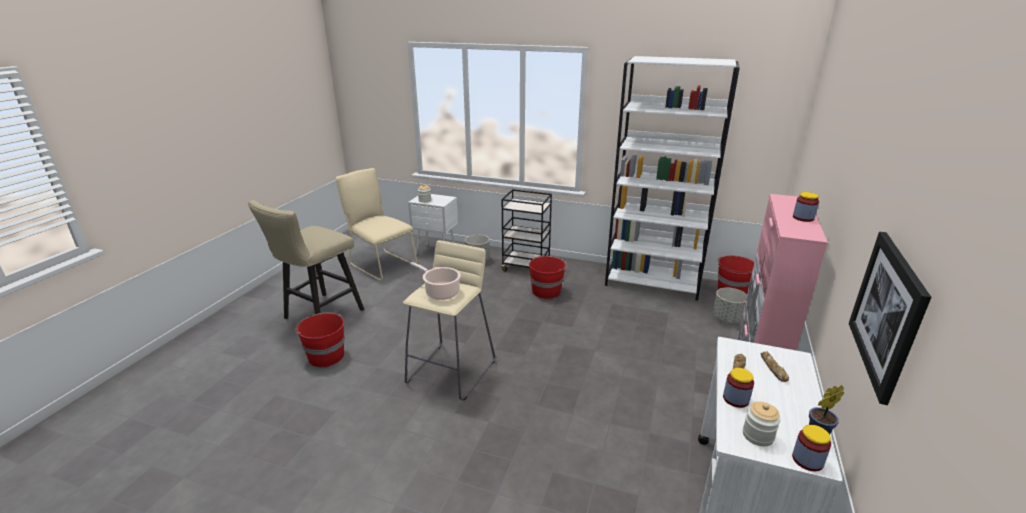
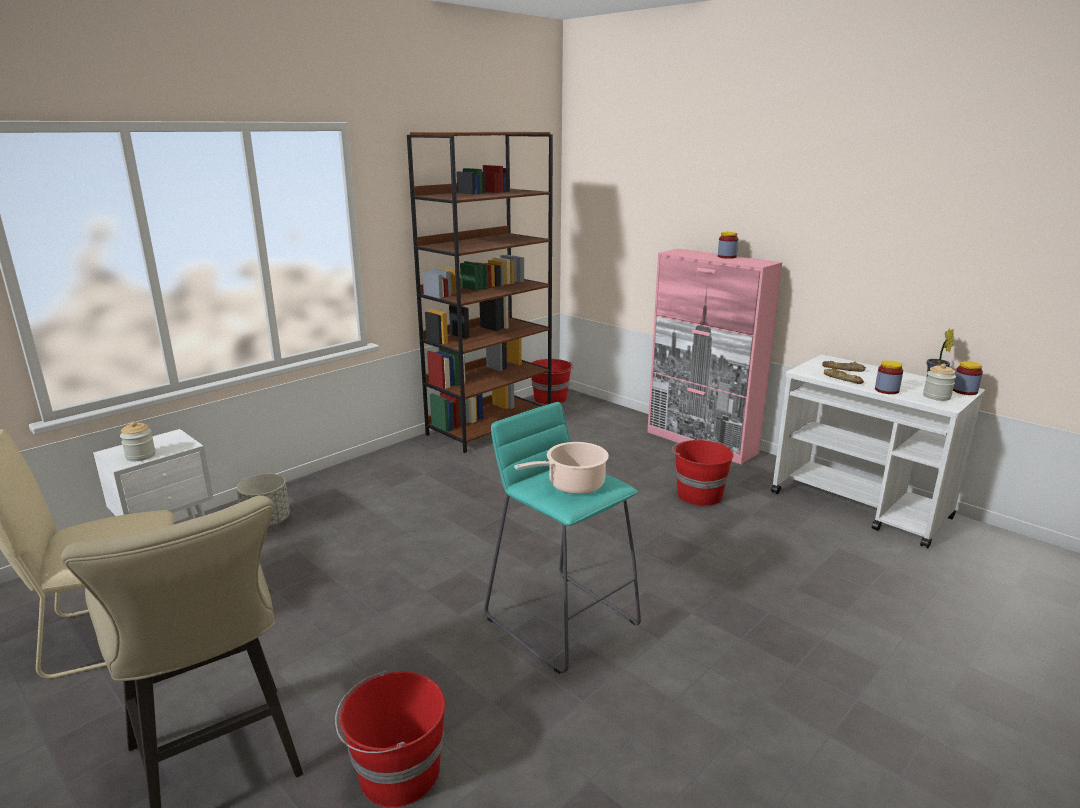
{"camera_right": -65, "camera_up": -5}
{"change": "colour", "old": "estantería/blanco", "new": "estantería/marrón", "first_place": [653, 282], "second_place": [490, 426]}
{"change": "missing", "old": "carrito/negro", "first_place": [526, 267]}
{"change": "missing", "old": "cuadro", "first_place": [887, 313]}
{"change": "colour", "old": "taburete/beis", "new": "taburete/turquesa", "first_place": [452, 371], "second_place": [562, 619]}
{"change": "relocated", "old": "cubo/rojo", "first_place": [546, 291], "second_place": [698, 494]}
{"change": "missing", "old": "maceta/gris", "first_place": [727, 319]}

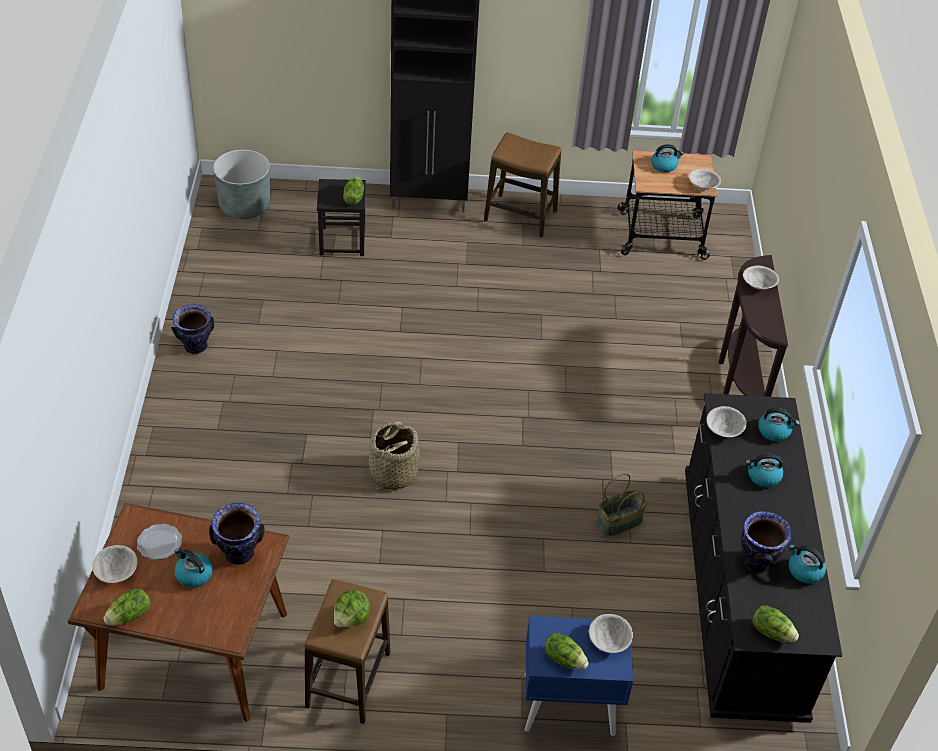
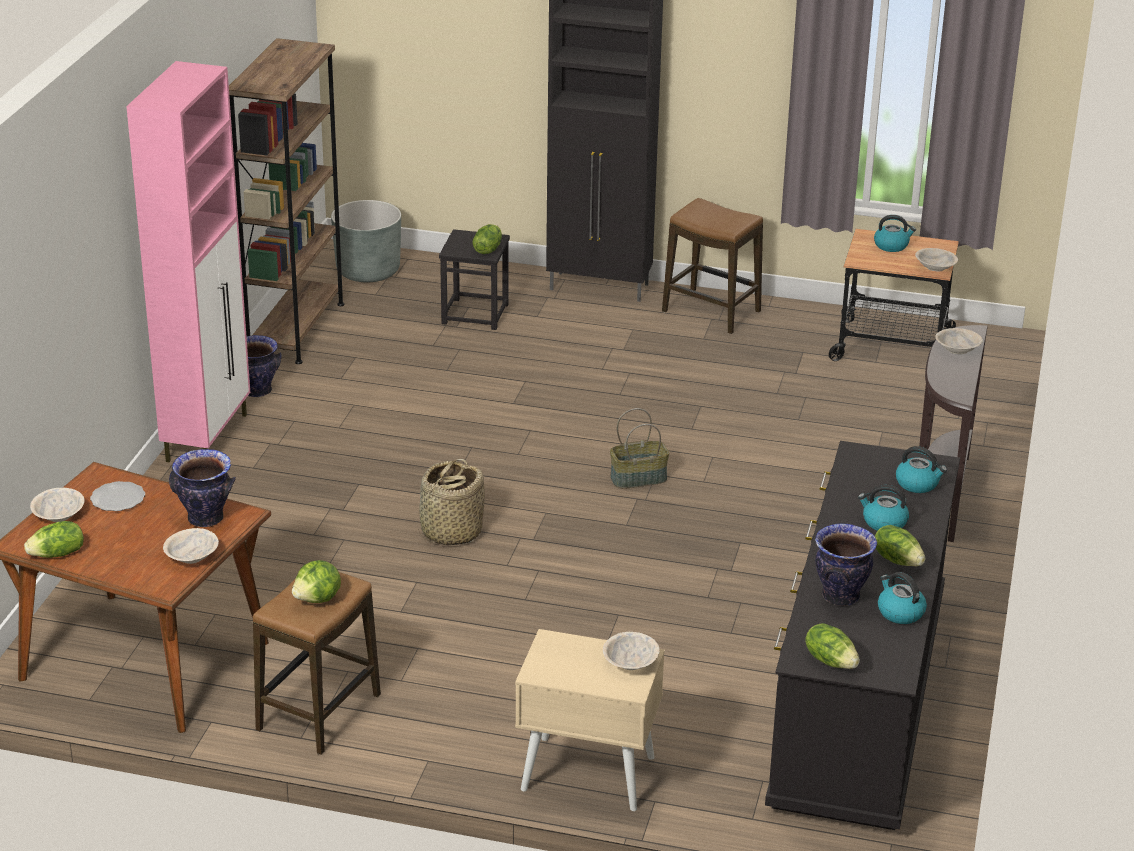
{"camera_right": 15, "camera_up": -15}
{"change": "relocated", "old": "cuenco/beis", "first_place": [724, 429], "second_place": [192, 557]}
{"change": "relocated", "old": "cesta", "first_place": [619, 521], "second_place": [638, 478]}
{"change": "missing", "old": "hervidor", "first_place": [193, 574]}
{"change": "colour", "old": "mesita de noche/azul", "new": "mesita de noche/beis", "first_place": [568, 704], "second_place": [587, 773]}
{"change": "relocated", "old": "lechuga", "first_place": [564, 658], "second_place": [898, 560]}
{"change": "appeared", "new": "estantería/marrón", "second_place": [296, 329]}
{"change": "appeared", "new": "armario/rosa", "second_place": [208, 437]}

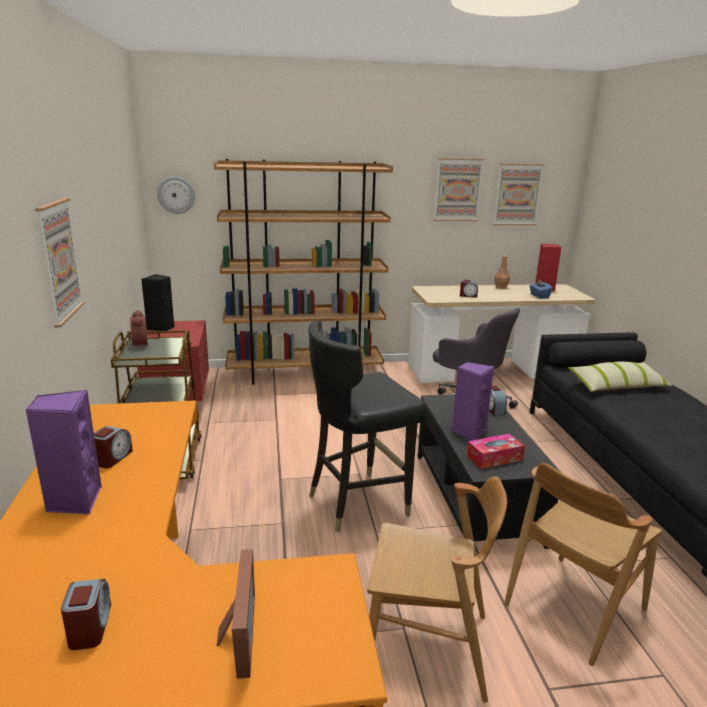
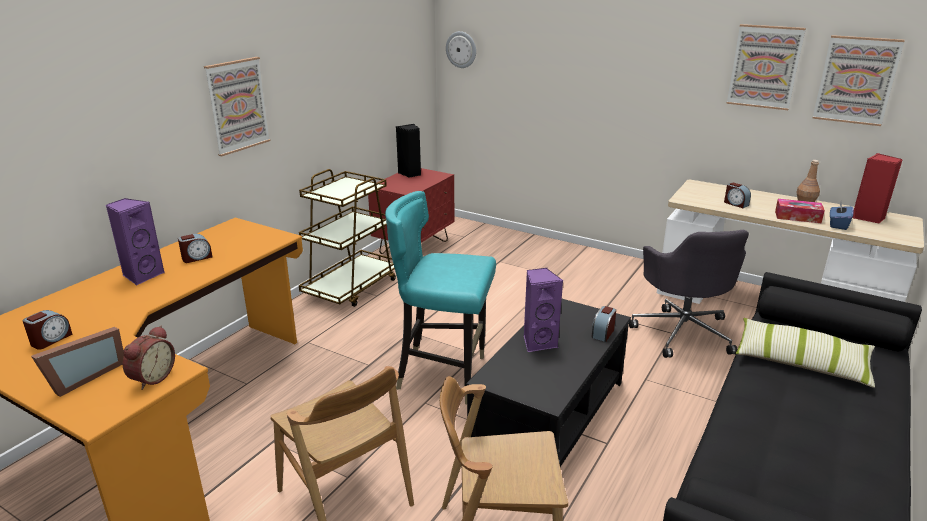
{"camera_right": 40, "camera_up": 5}
{"change": "missing", "old": "estantería/marrón", "first_place": [305, 373]}
{"change": "relocated", "old": "despertador", "first_place": [138, 344], "second_place": [151, 378]}
{"change": "colour", "old": "silla/negro", "new": "silla/turquesa", "first_place": [358, 502], "second_place": [443, 375]}
{"change": "relocated", "old": "caja de pañuelos", "first_place": [494, 458], "second_place": [797, 217]}

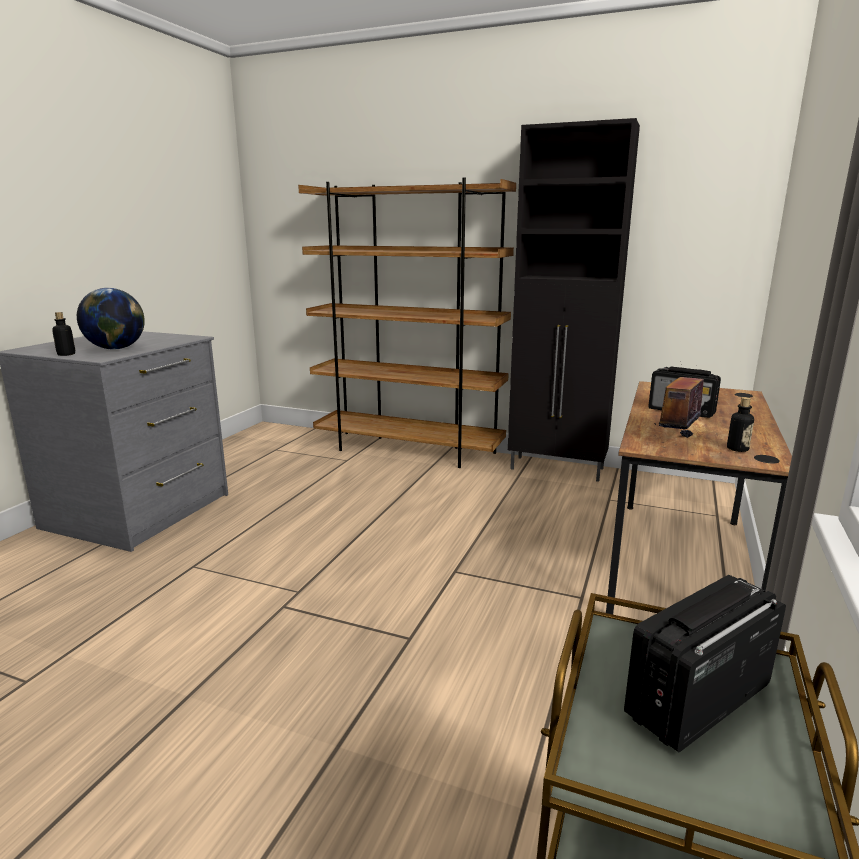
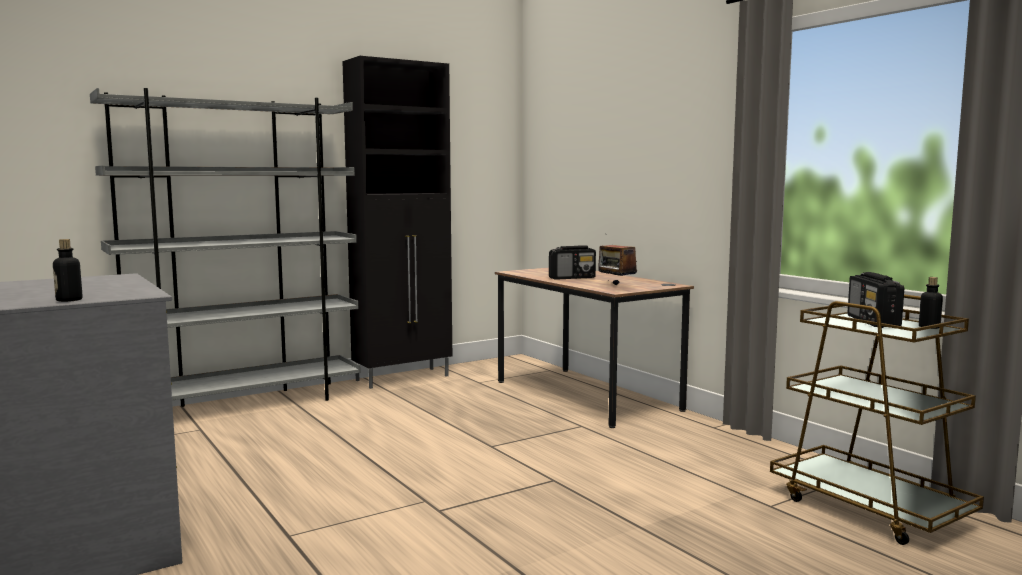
{"camera_right": -55, "camera_up": -10}
{"change": "colour", "old": "estantería/marrón", "new": "estantería/gris", "first_place": [408, 450], "second_place": [244, 404]}
{"change": "missing", "old": "globo terráqueo", "first_place": [116, 349]}
{"change": "relocated", "old": "botella", "first_place": [737, 449], "second_place": [929, 327]}

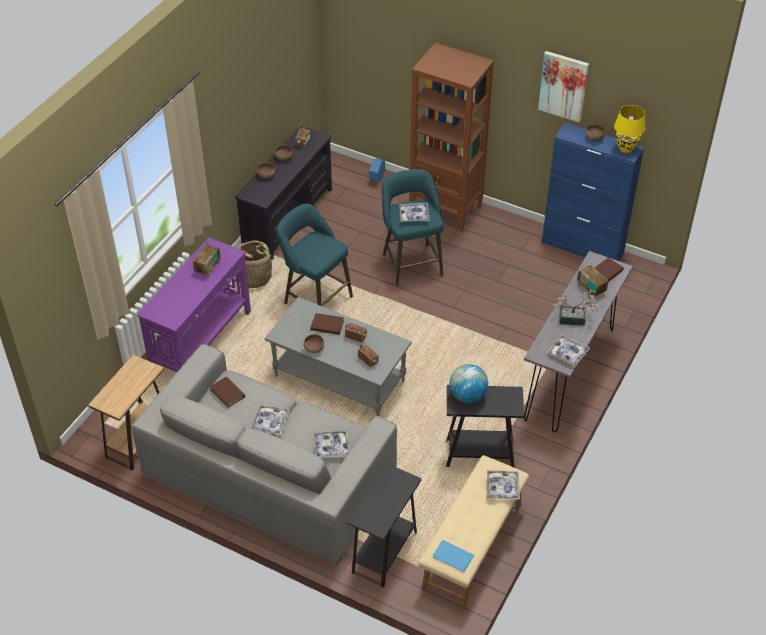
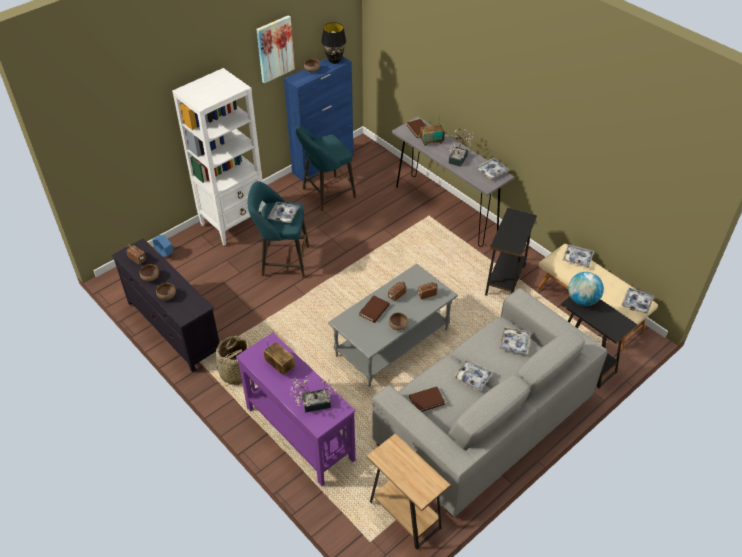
{"camera_right": -70, "camera_up": 0}
{"change": "colour", "old": "estantería/marrón", "new": "estantería/blanco", "first_place": [446, 211], "second_place": [234, 223]}
{"change": "colour", "old": "lámpara de mesa/amarillo", "new": "lámpara de mesa/negro", "first_place": [625, 149], "second_place": [334, 61]}
{"change": "relocated", "old": "taburete/turquesa", "first_place": [315, 298], "second_place": [326, 194]}
{"change": "relocated", "old": "globo terráqueo", "first_place": [467, 395], "second_place": [582, 300]}
{"change": "exchanged", "old": "libro/azul", "new": "bandeja", "first_place": [453, 557], "second_place": [636, 303]}
{"change": "appeared", "new": "planta en maceta", "second_place": [312, 403]}

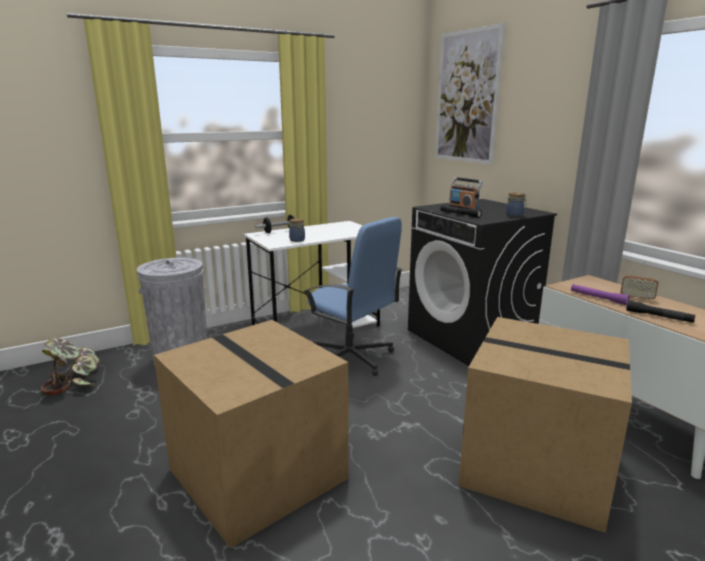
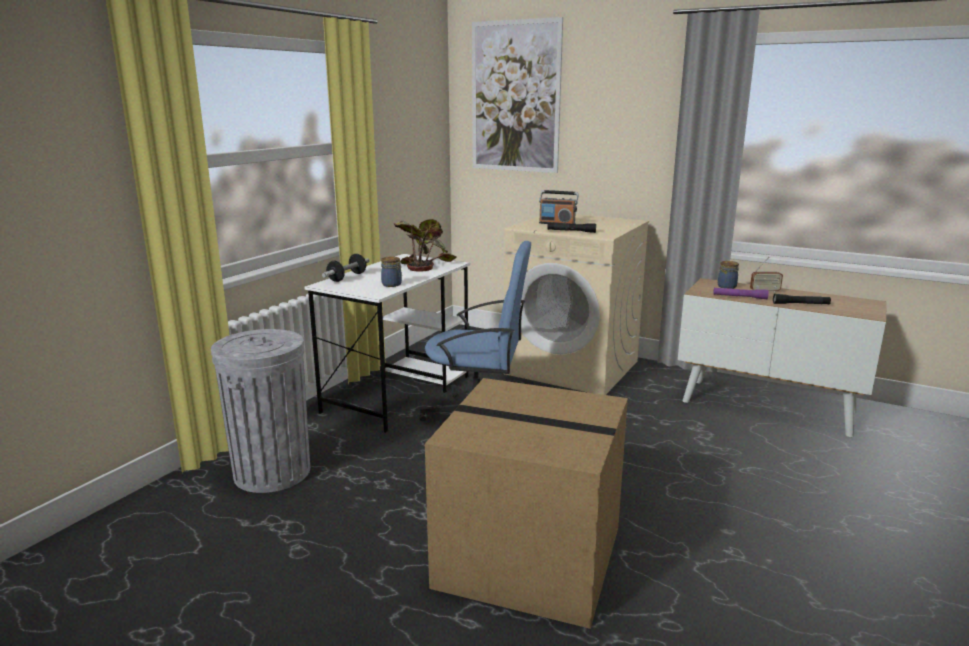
{"camera_right": -30, "camera_up": 0}
{"change": "relocated", "old": "tarro", "first_place": [515, 216], "second_place": [727, 286]}
{"change": "colour", "old": "lavadora/negro", "new": "lavadora/beis", "first_place": [471, 337], "second_place": [573, 367]}
{"change": "missing", "old": "caja de cartón", "first_place": [539, 465]}
{"change": "relocated", "old": "planta en maceta", "first_place": [74, 381], "second_place": [423, 264]}

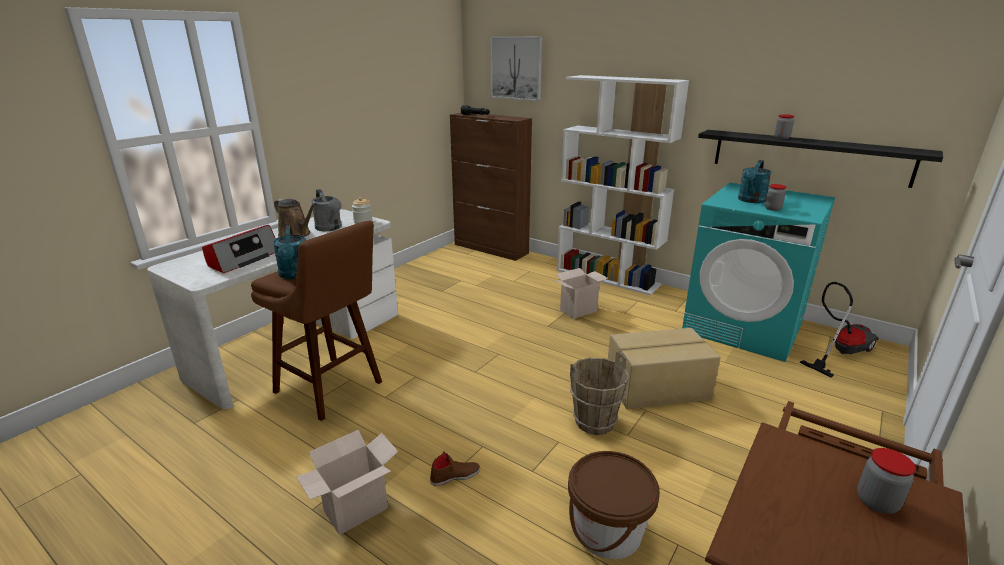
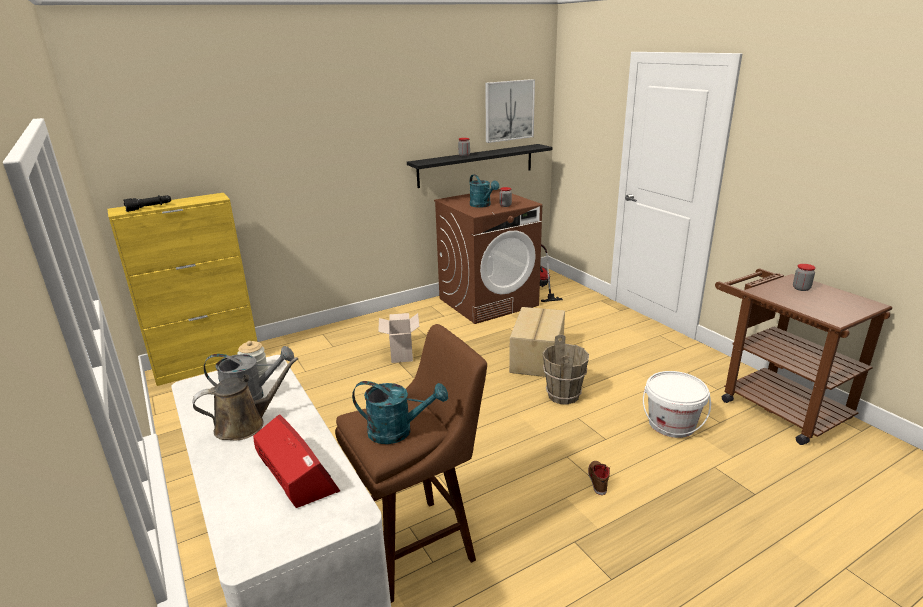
{"camera_right": -65, "camera_up": 0}
{"change": "relocated", "old": "cuadro", "first_place": [516, 68], "second_place": [509, 110]}
{"change": "missing", "old": "estantería/blanco", "first_place": [608, 277]}
{"change": "colour", "old": "armario/marrón", "new": "armario/amarillo", "first_place": [491, 249], "second_place": [208, 365]}
{"change": "colour", "old": "lavadora/turquesa", "new": "lavadora/marrón", "first_place": [743, 327], "second_place": [488, 302]}
{"change": "missing", "old": "caja de cartón", "first_place": [355, 511]}
{"change": "colour", "old": "cubo/marrón", "new": "cubo/blanco", "first_place": [607, 531], "second_place": [671, 424]}

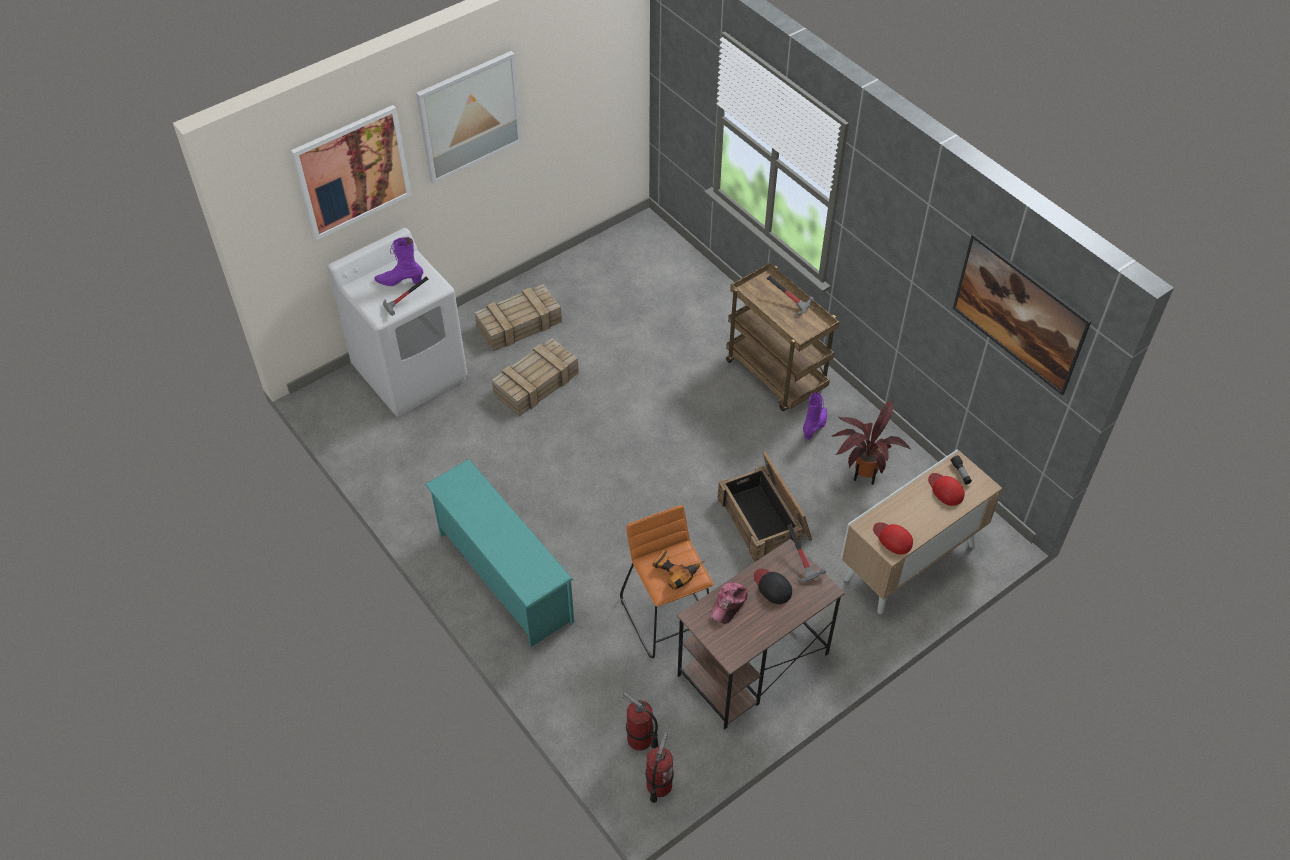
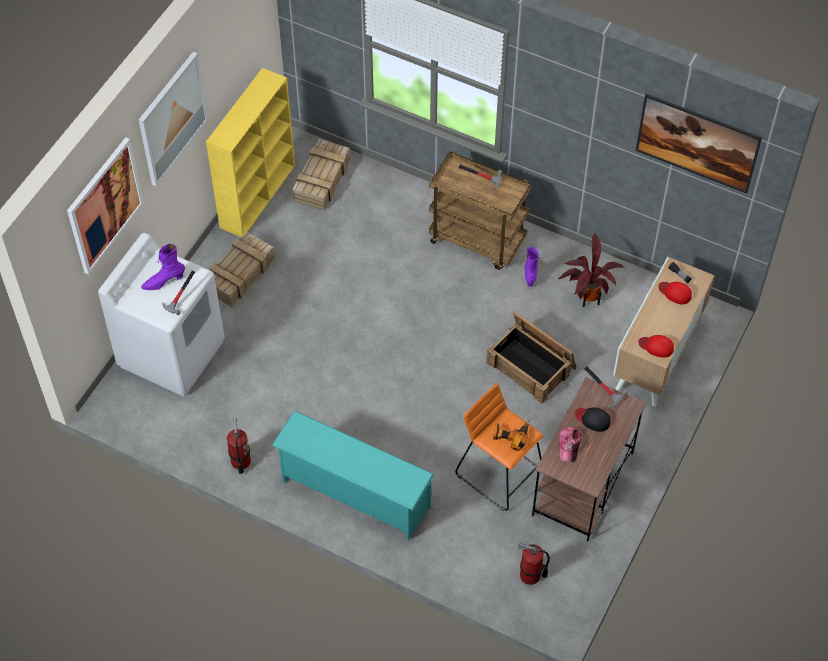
{"camera_right": -25, "camera_up": 5}
{"change": "relocated", "old": "caja de embalaje", "first_place": [537, 383], "second_place": [322, 179]}
{"change": "relocated", "old": "extintor", "first_place": [658, 785], "second_place": [240, 461]}
{"change": "appeared", "new": "estantería/amarillo", "second_place": [258, 195]}

